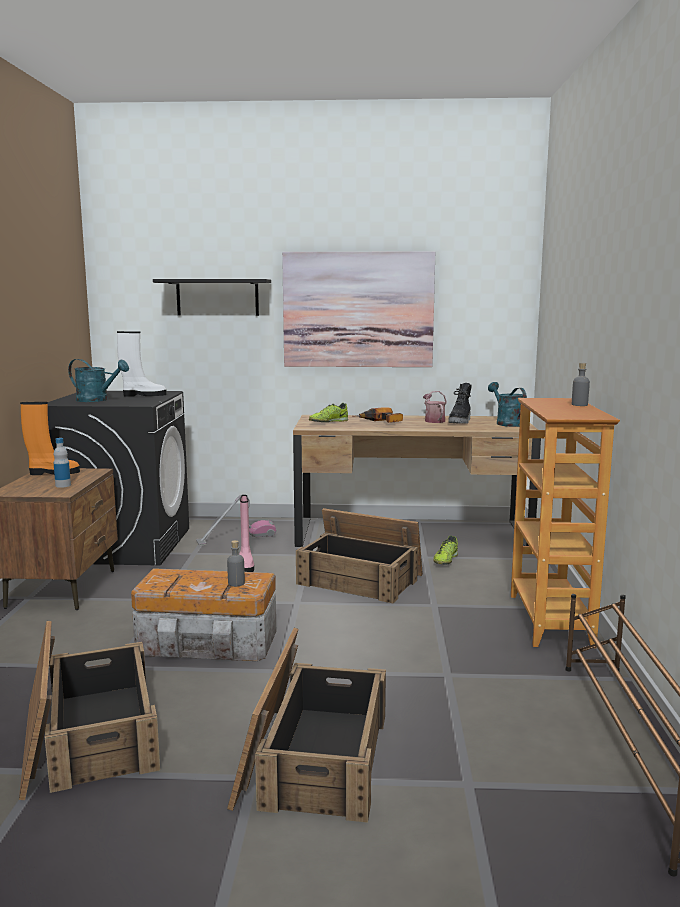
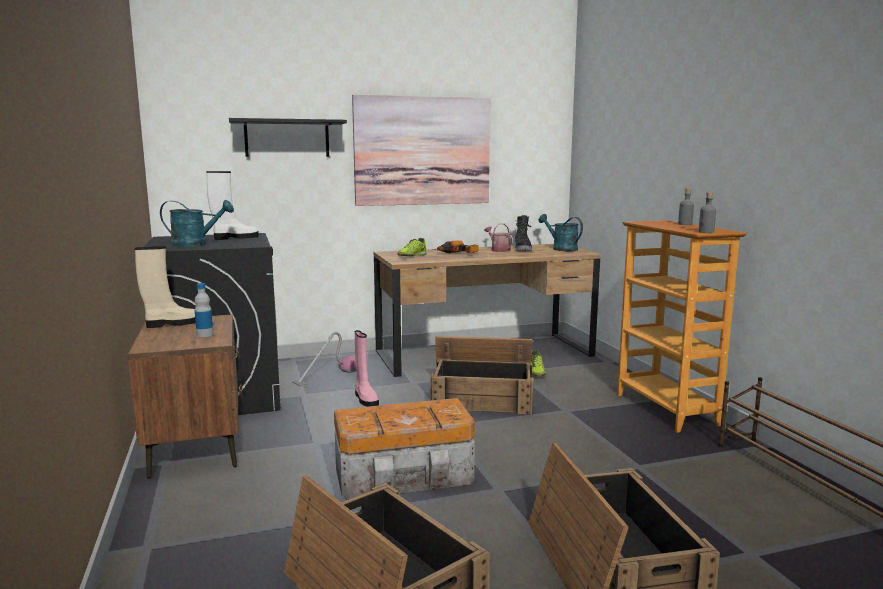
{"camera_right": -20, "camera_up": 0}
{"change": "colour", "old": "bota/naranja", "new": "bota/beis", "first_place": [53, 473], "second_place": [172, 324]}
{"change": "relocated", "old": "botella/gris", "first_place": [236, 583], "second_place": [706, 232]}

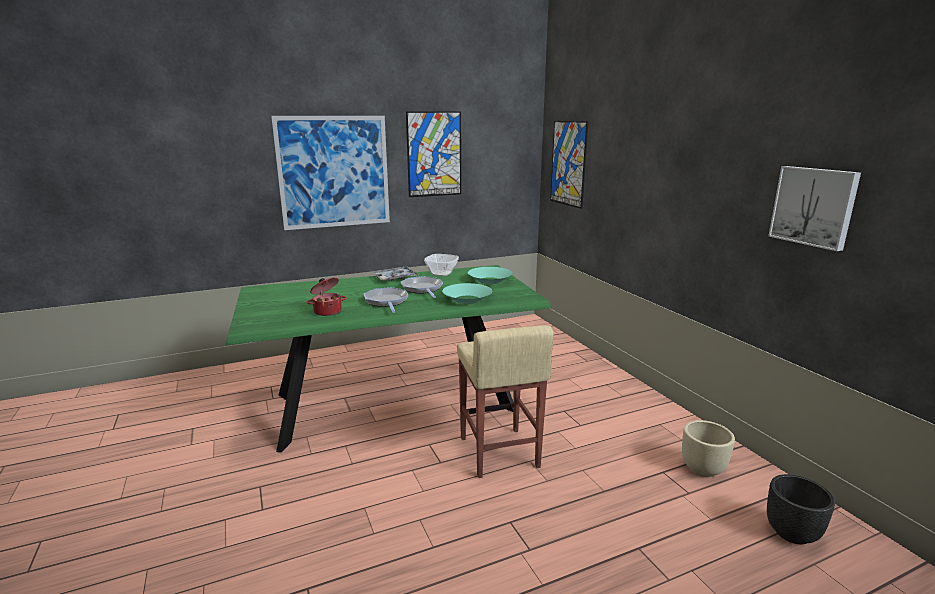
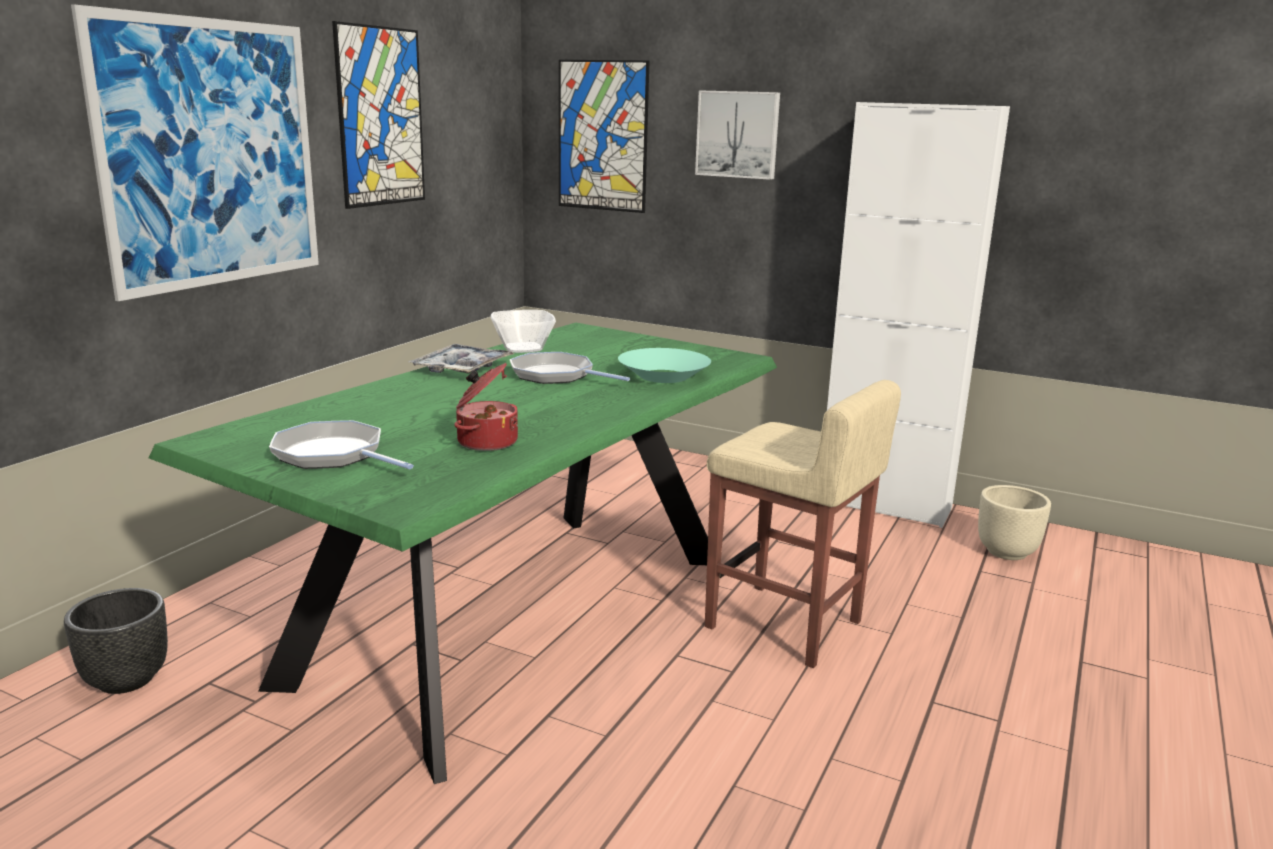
{"camera_right": -40, "camera_up": 0}
{"change": "relocated", "old": "cuadro", "first_place": [814, 206], "second_place": [738, 134]}
{"change": "missing", "old": "cuenco/turquesa", "first_place": [489, 280]}
{"change": "relocated", "old": "sartén", "first_place": [386, 302], "second_place": [333, 455]}
{"change": "relocated", "old": "maceta/negro", "first_place": [792, 533], "second_place": [127, 680]}
{"change": "appeared", "new": "armario/blanco", "second_place": [884, 505]}

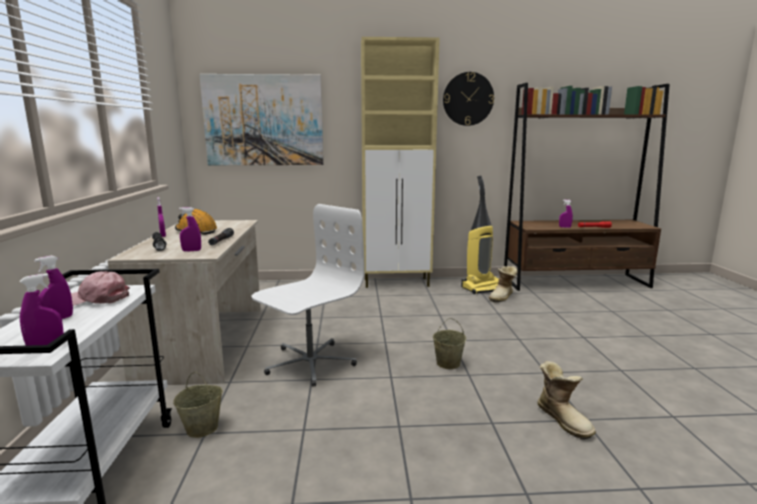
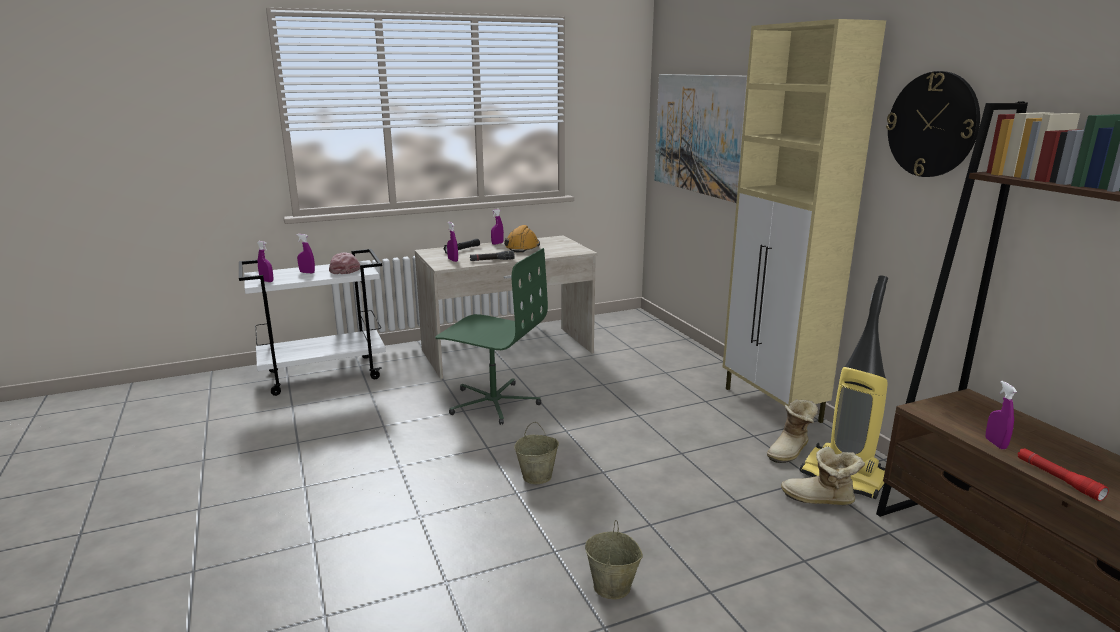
{"camera_right": 70, "camera_up": 5}
{"change": "colour", "old": "silla de oficina/blanco", "new": "silla de oficina/verde", "first_place": [309, 363], "second_place": [493, 402]}
{"change": "relocated", "old": "bota", "first_place": [564, 419], "second_place": [791, 451]}
{"change": "relocated", "old": "cubo/beis", "first_place": [203, 428], "second_place": [612, 587]}

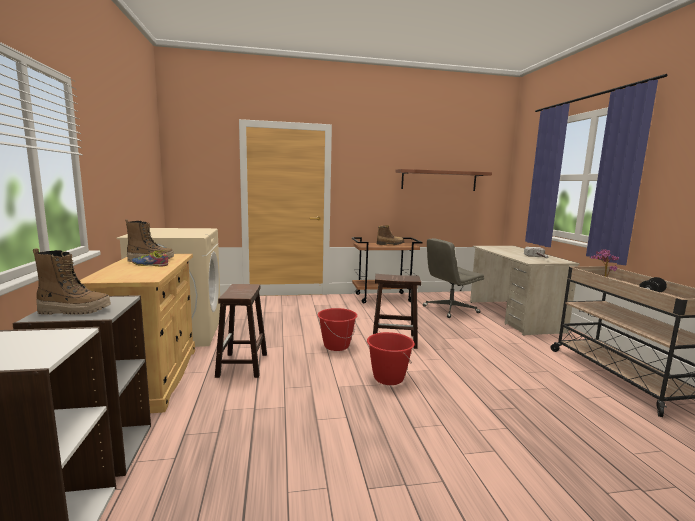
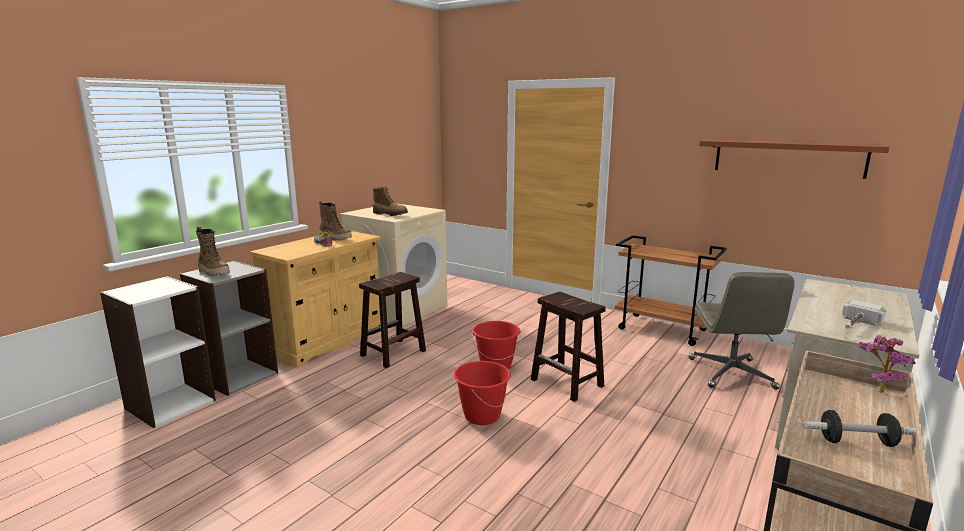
{"camera_right": 45, "camera_up": 5}
{"change": "relocated", "old": "bota", "first_place": [390, 244], "second_place": [390, 214]}
{"change": "spun", "old": "silla de oficina/gris", "first_place": [450, 310], "second_place": [731, 374], "degrees": -105}

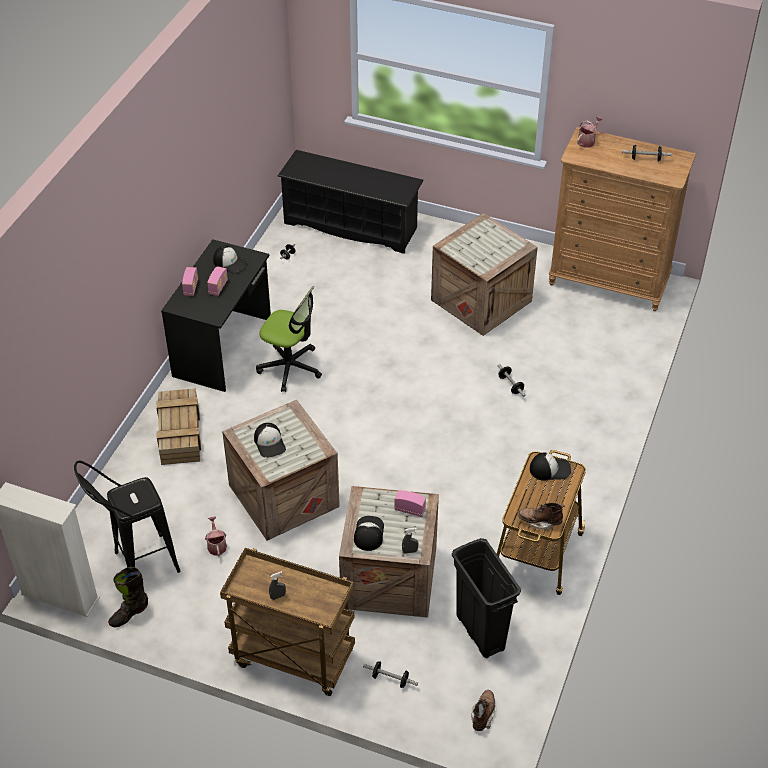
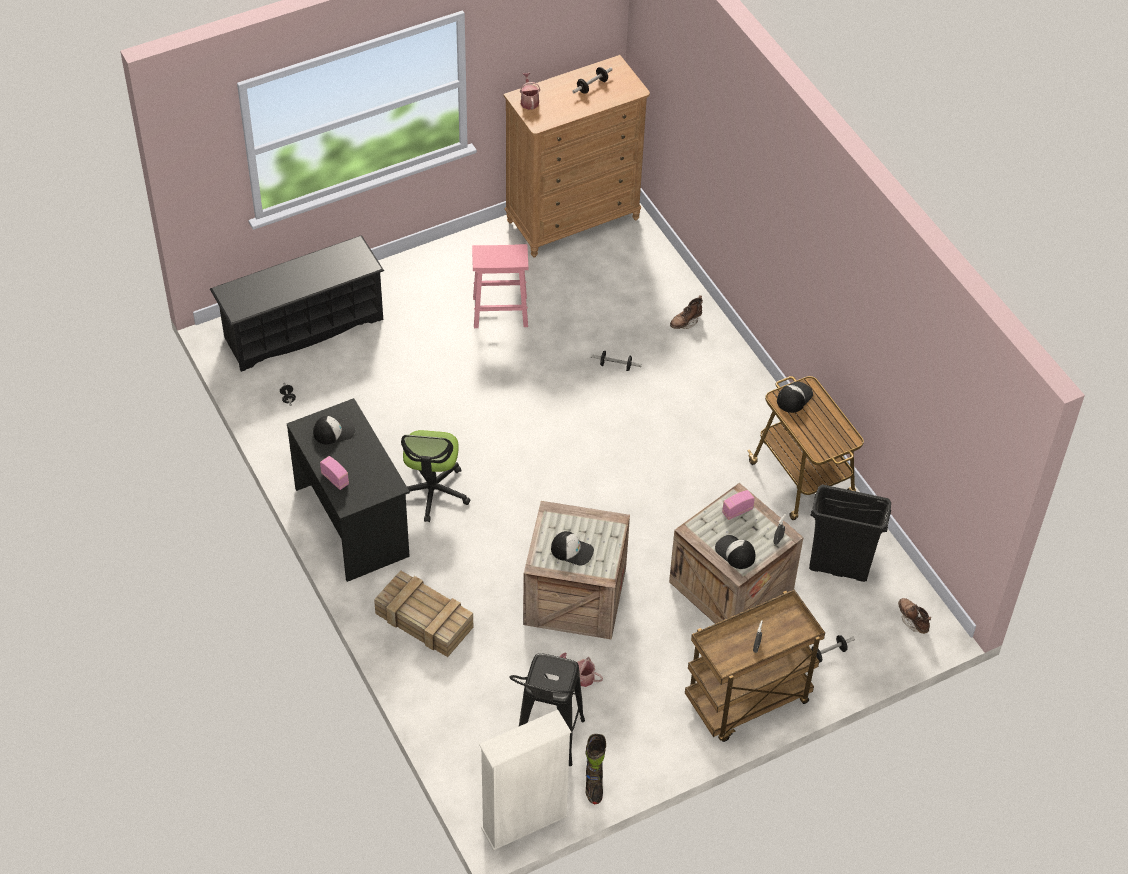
{"camera_right": -50, "camera_up": 5}
{"change": "exchanged", "old": "caja de embalaje", "new": "taburete/rosa", "first_place": [483, 300], "second_place": [501, 311]}
{"change": "missing", "old": "radio", "first_place": [218, 287]}
{"change": "spun", "old": "silla de oficina", "first_place": [290, 367], "second_place": [432, 492], "degrees": 120}
{"change": "relocated", "old": "bota/marrón", "first_place": [539, 521], "second_place": [685, 322]}

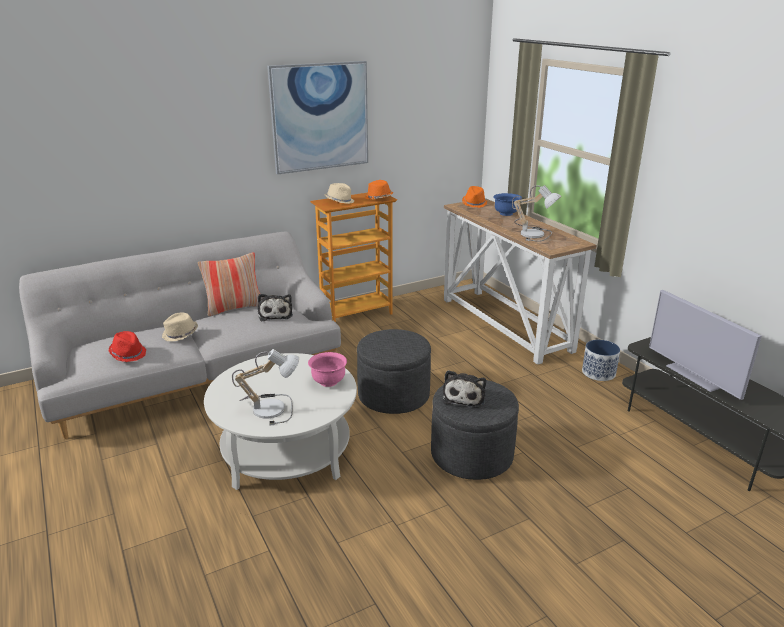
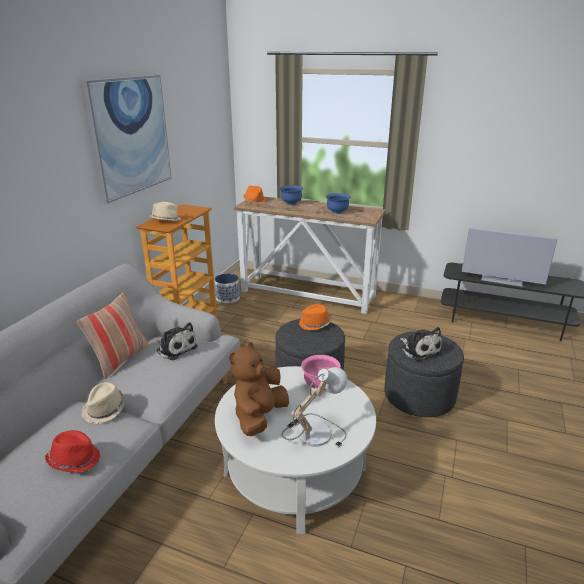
{"camera_right": -40, "camera_up": 0}
{"change": "relocated", "old": "sombrero/naranja", "first_place": [378, 198], "second_place": [315, 324]}
{"change": "exchanged", "old": "lámpara de mesa", "new": "cuenco/azul", "first_place": [534, 233], "second_place": [337, 212]}
{"change": "relocated", "old": "maceta", "first_place": [598, 373], "second_place": [227, 298]}
{"change": "appeared", "new": "peluche/marrón", "second_place": [259, 417]}

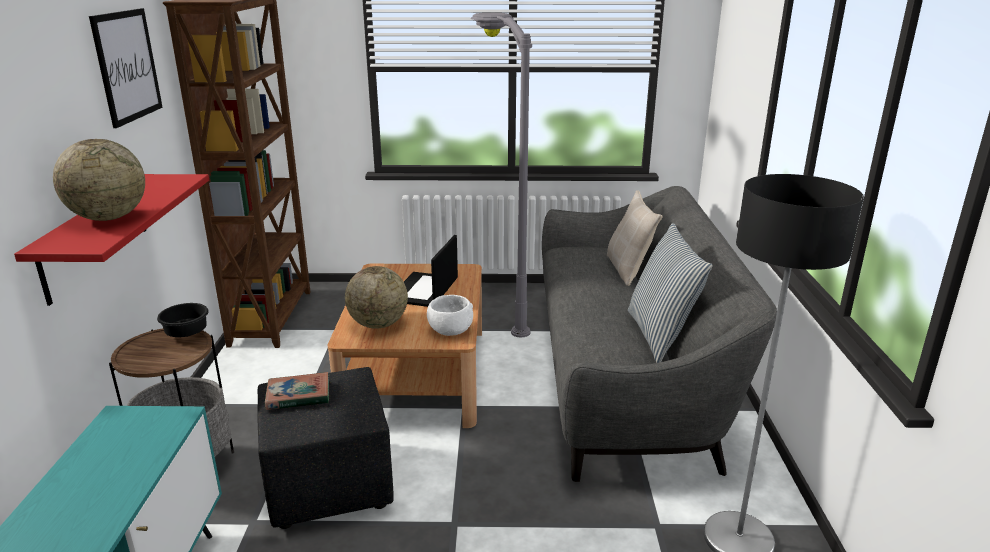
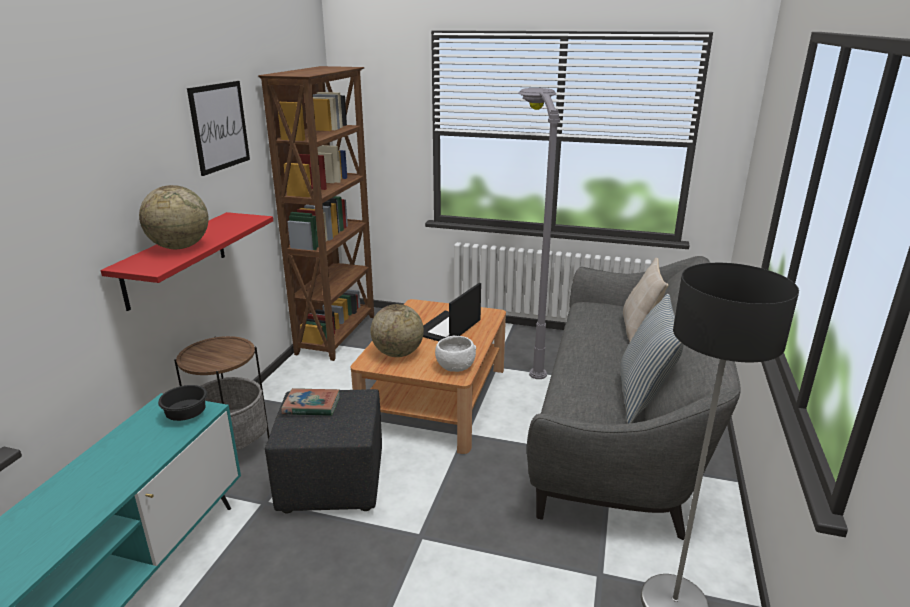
{"camera_right": 15, "camera_up": 0}
{"change": "relocated", "old": "cuenco/negro", "first_place": [185, 333], "second_place": [185, 415]}

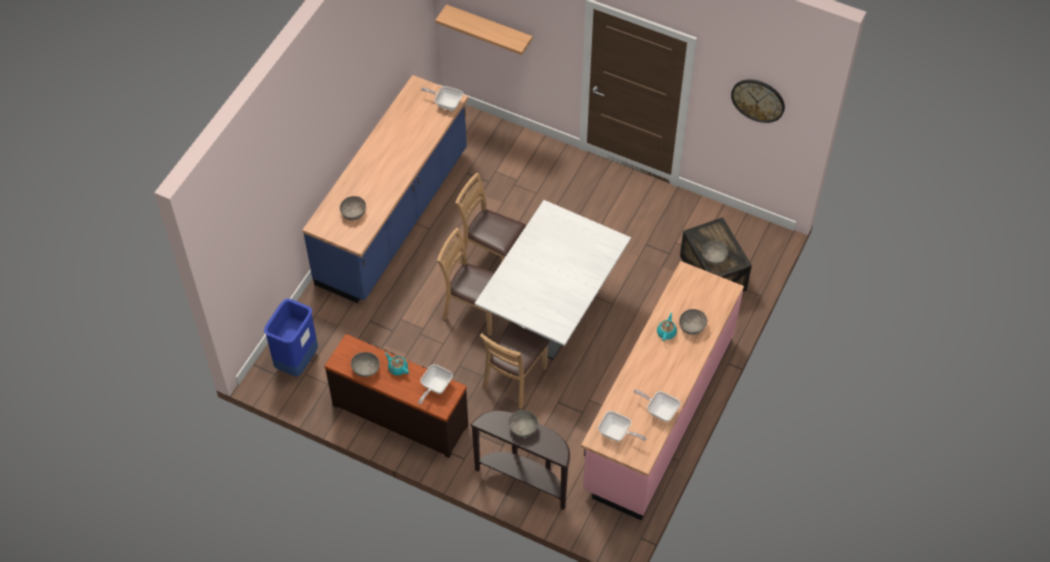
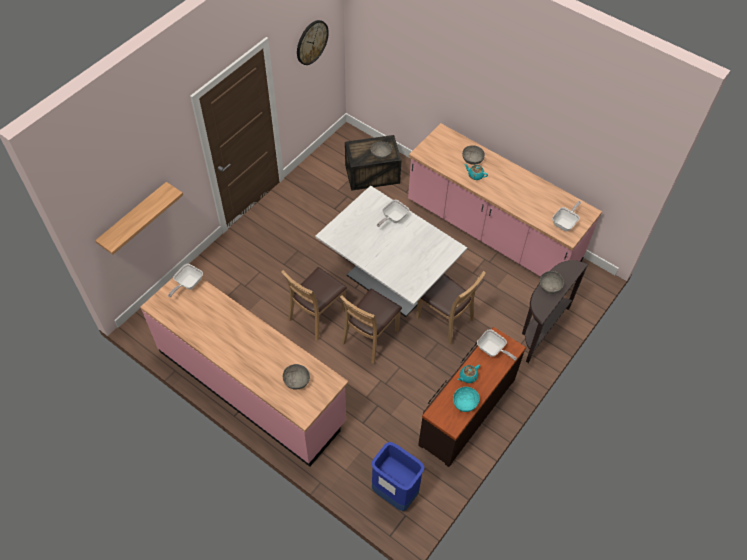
{"camera_right": -80, "camera_up": 0}
{"change": "colour", "old": "mueble bajo de cocina/azul", "new": "mueble bajo de cocina/rosa", "first_place": [394, 217], "second_place": [251, 386]}
{"change": "colour", "old": "cuenco/gris", "new": "cuenco/turquesa", "first_place": [366, 369], "second_place": [465, 403]}
{"change": "relocated", "old": "sartén", "first_place": [659, 410], "second_place": [393, 218]}

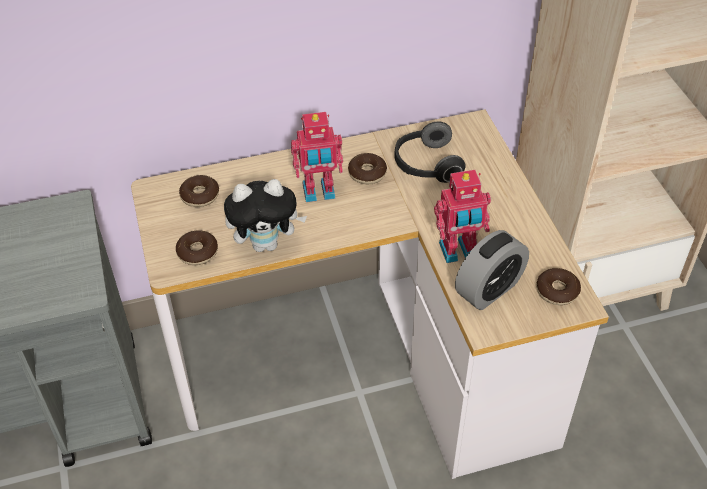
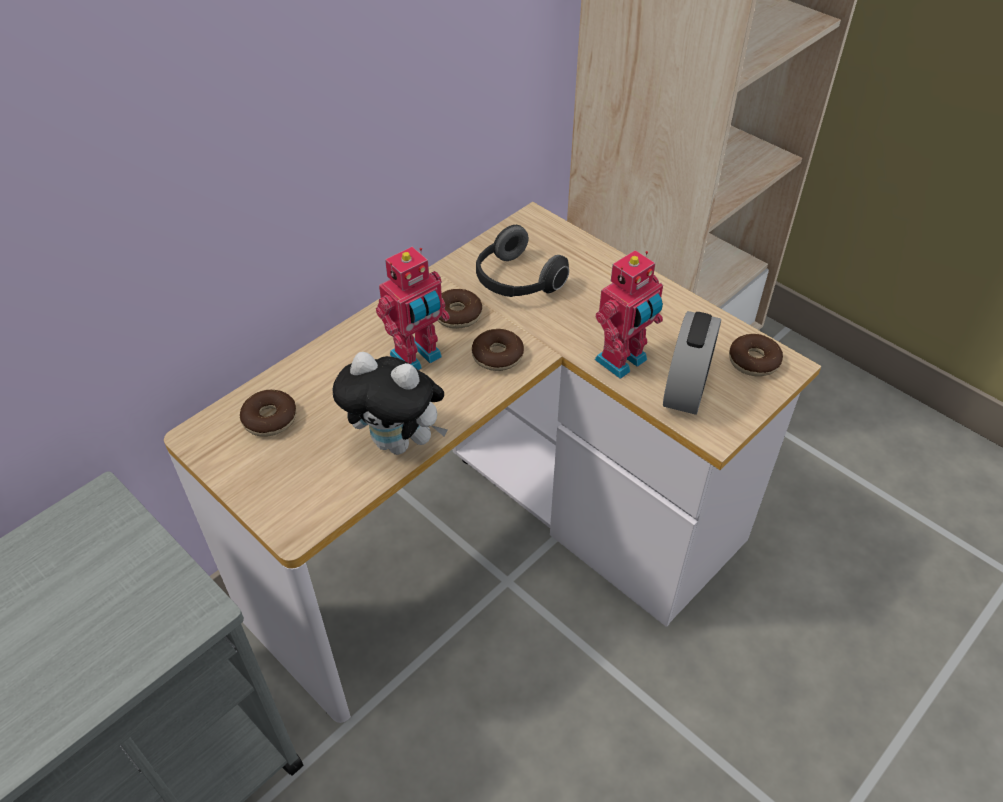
{"camera_right": -30, "camera_up": 0}
{"change": "spun", "old": "peluche", "first_place": [266, 244], "second_place": [398, 442], "degrees": 60}
{"change": "relocated", "old": "rosquilla", "first_place": [197, 252], "second_place": [497, 356]}

